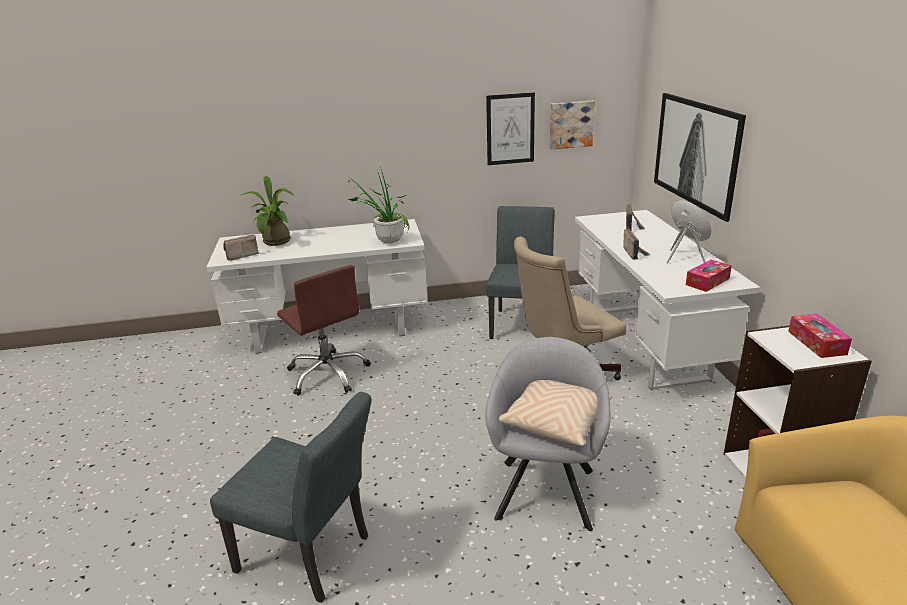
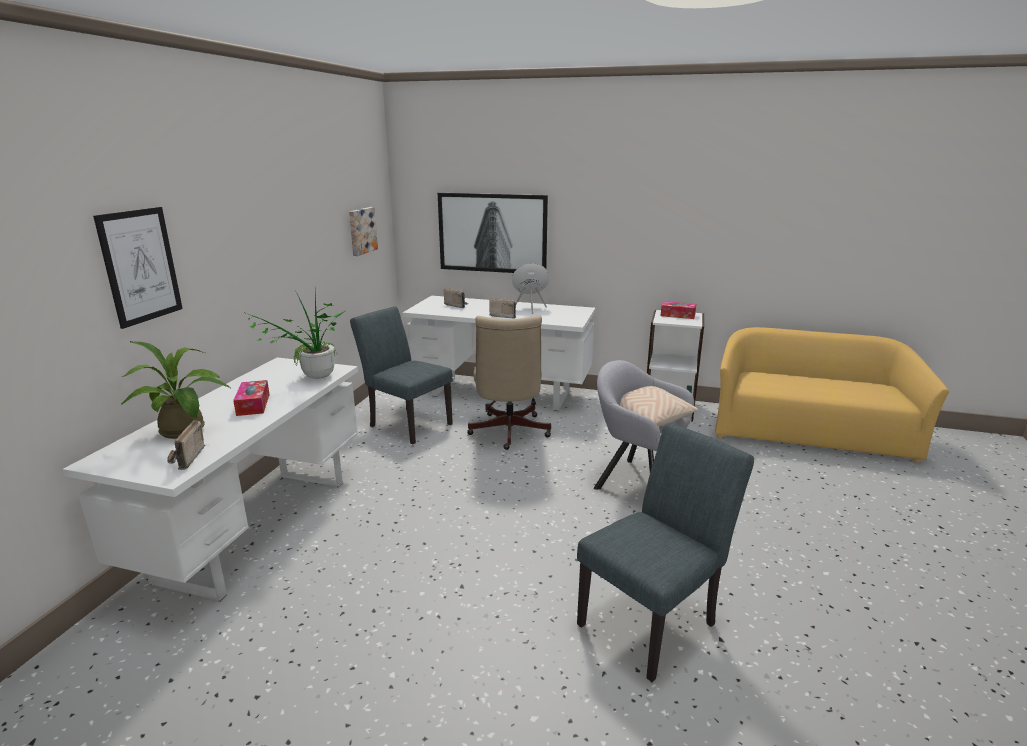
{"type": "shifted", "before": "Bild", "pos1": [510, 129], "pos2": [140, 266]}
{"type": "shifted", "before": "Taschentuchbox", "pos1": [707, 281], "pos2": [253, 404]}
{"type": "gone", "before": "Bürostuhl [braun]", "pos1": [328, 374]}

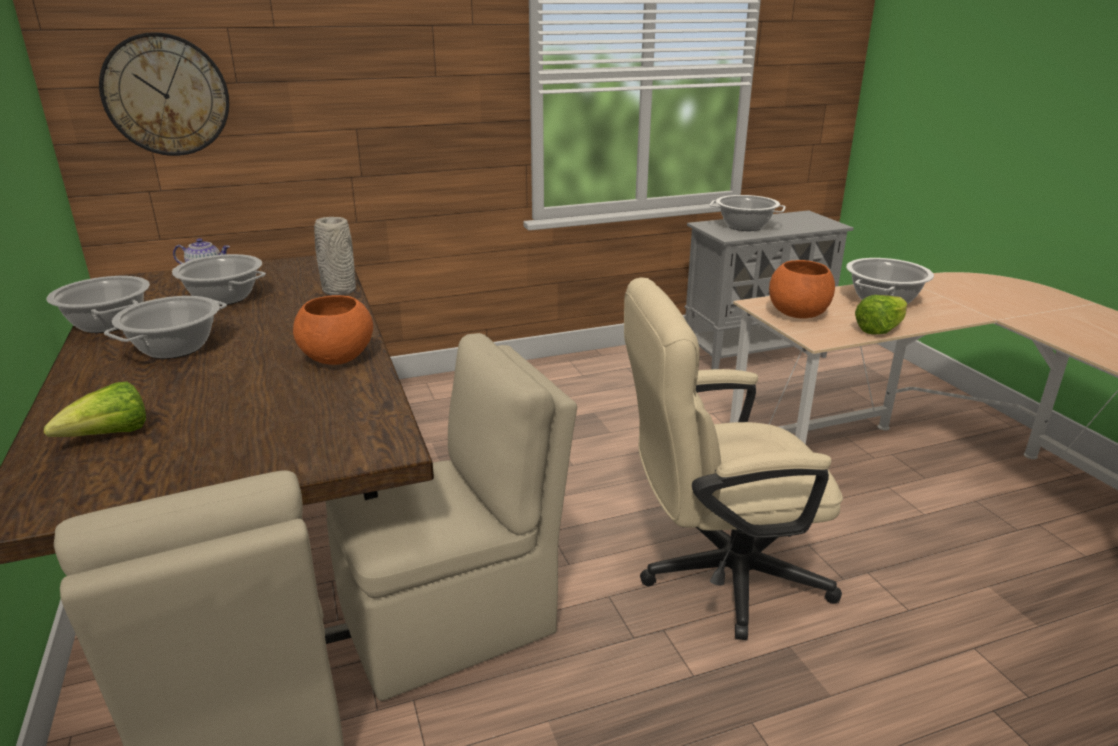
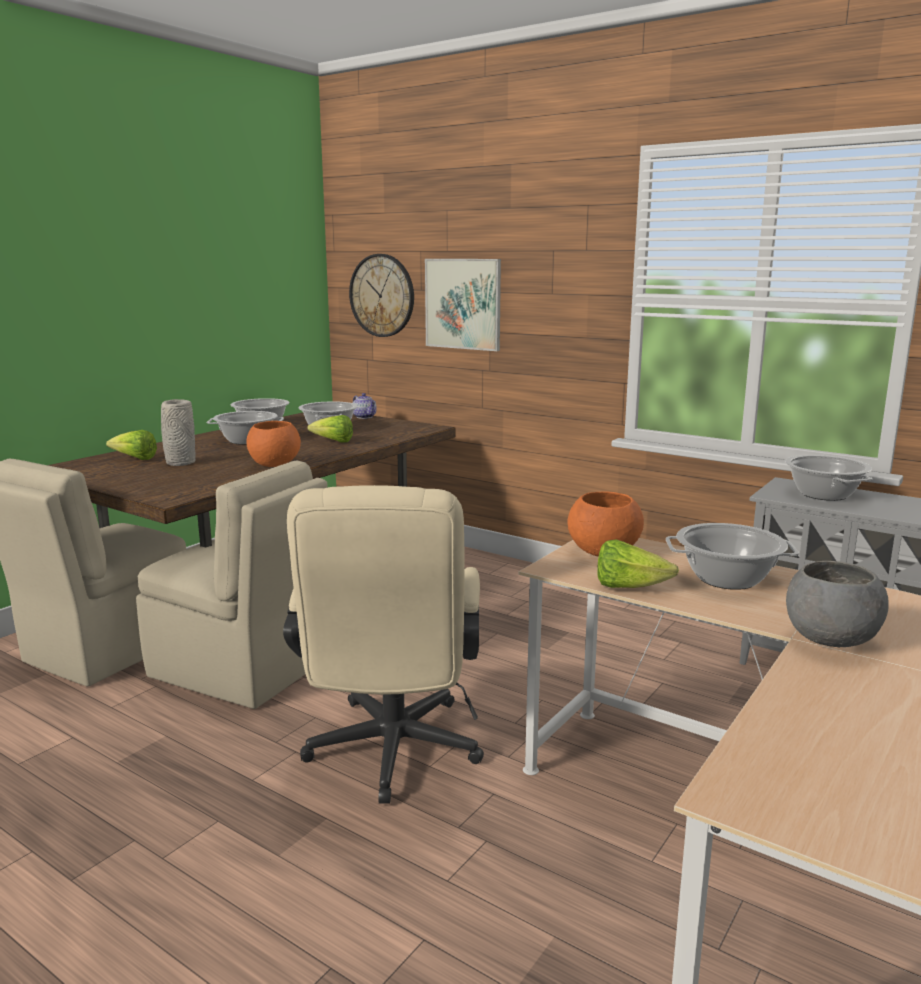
{"type": "shifted", "before": "Vase [grau]", "pos1": [339, 290], "pos2": [180, 463]}
{"type": "rotated", "before": "Bürostuhl [beige]", "pos1": [716, 574], "pos2": [391, 756], "turn": -135}
{"type": "new", "after": "Bild", "pos2": [463, 304]}
{"type": "new", "after": "Salatkopf", "pos2": [334, 442]}
{"type": "new", "after": "Schüssel [grau]", "pos2": [831, 641]}

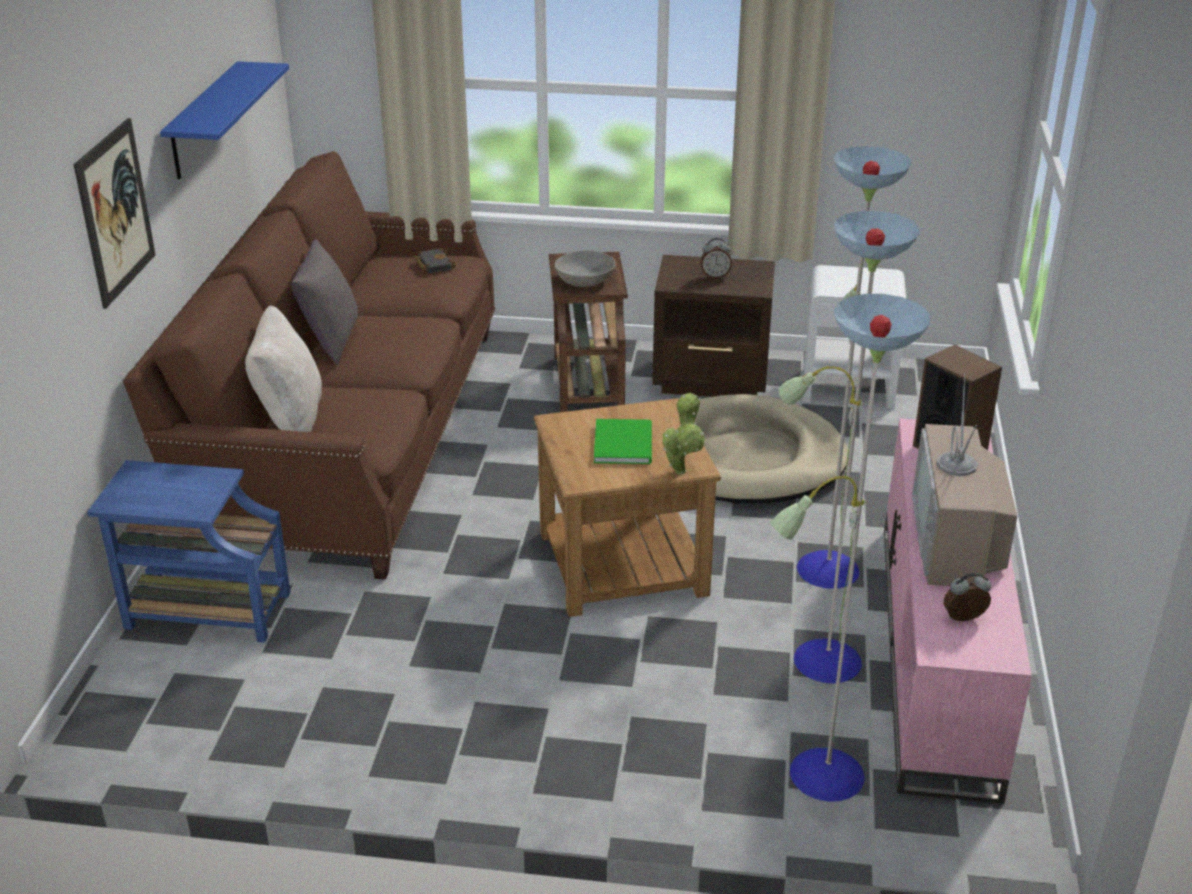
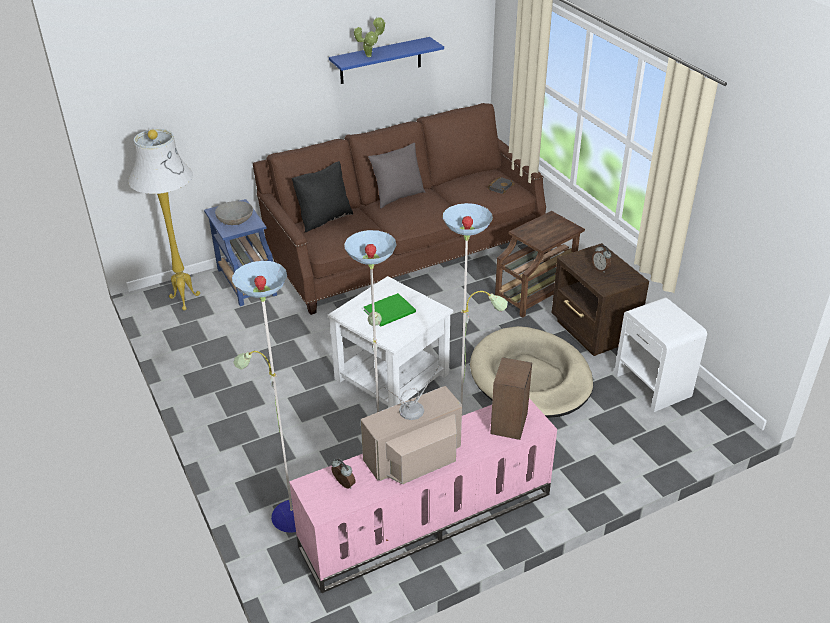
{"type": "gone", "before": "Bild", "pos1": [115, 212]}
{"type": "shifted", "before": "Schüssel [grau]", "pos1": [585, 280], "pos2": [235, 220]}
{"type": "repainted", "before": "Kissen [beige]", "after": "Kissen [schwarz]", "pos1": [290, 418], "pos2": [324, 219]}
{"type": "shifted", "before": "Topfpflanze", "pos1": [681, 469], "pos2": [371, 55]}
{"type": "repainted", "before": "Beistelltisch [braun]", "after": "Beistelltisch [weiß]", "pos1": [622, 563], "pos2": [392, 376]}
{"type": "new", "after": "Stehlampe [weiß]", "pos2": [185, 300]}

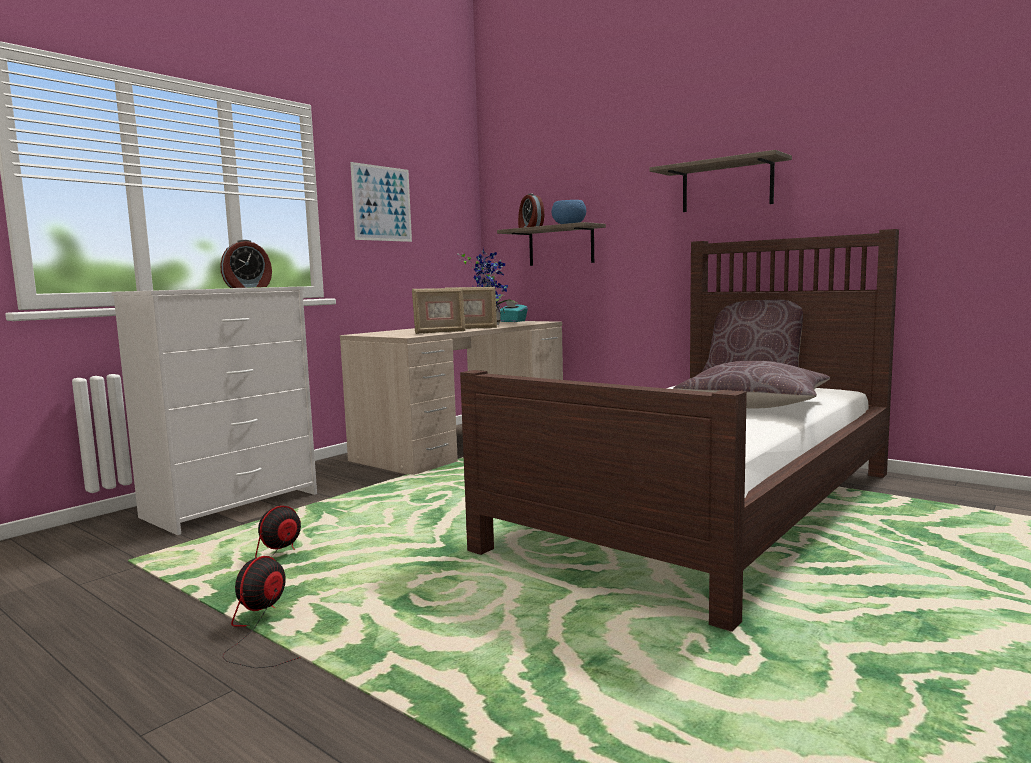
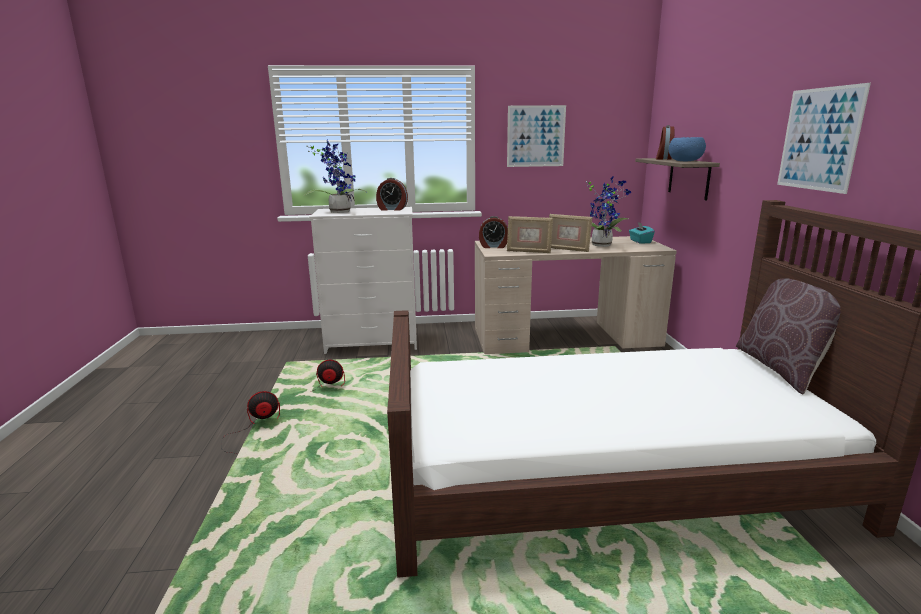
{"type": "swapped", "before": "Wandregal", "after": "Bild", "pos1": [727, 186], "pos2": [819, 139]}
{"type": "gone", "before": "Kissen [braun]", "pos1": [753, 405]}
{"type": "new", "after": "Topfpflanze", "pos2": [339, 211]}
{"type": "new", "after": "Wecker", "pos2": [493, 246]}

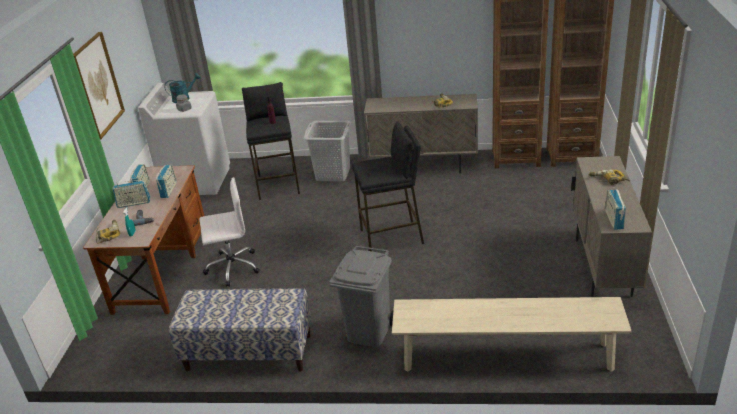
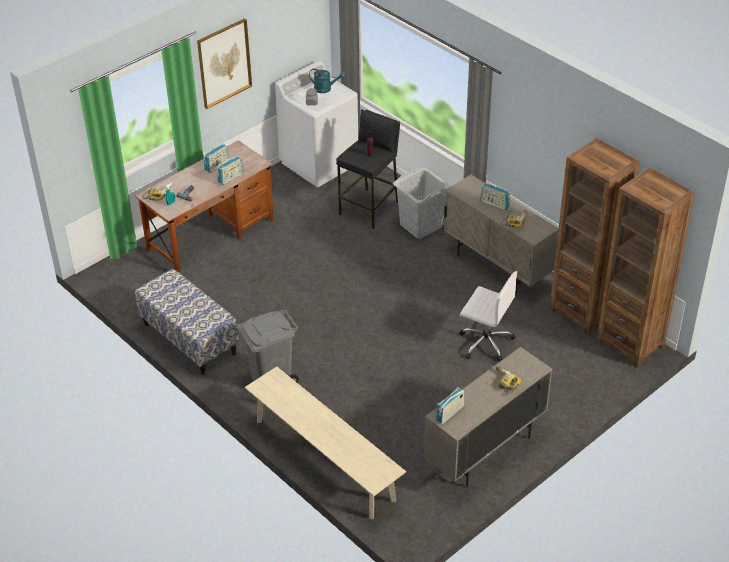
{"type": "gone", "before": "Hocker [schwarz]", "pos1": [392, 237]}
{"type": "shifted", "before": "Bürostuhl [weiß]", "pos1": [232, 267], "pos2": [485, 342]}
{"type": "shifted", "before": "Radio", "pos1": [134, 203], "pos2": [494, 204]}

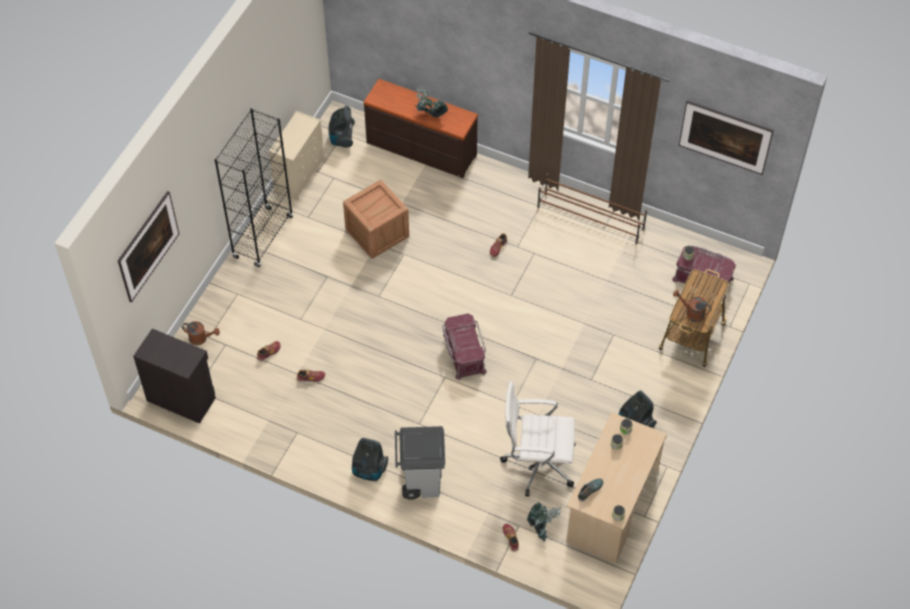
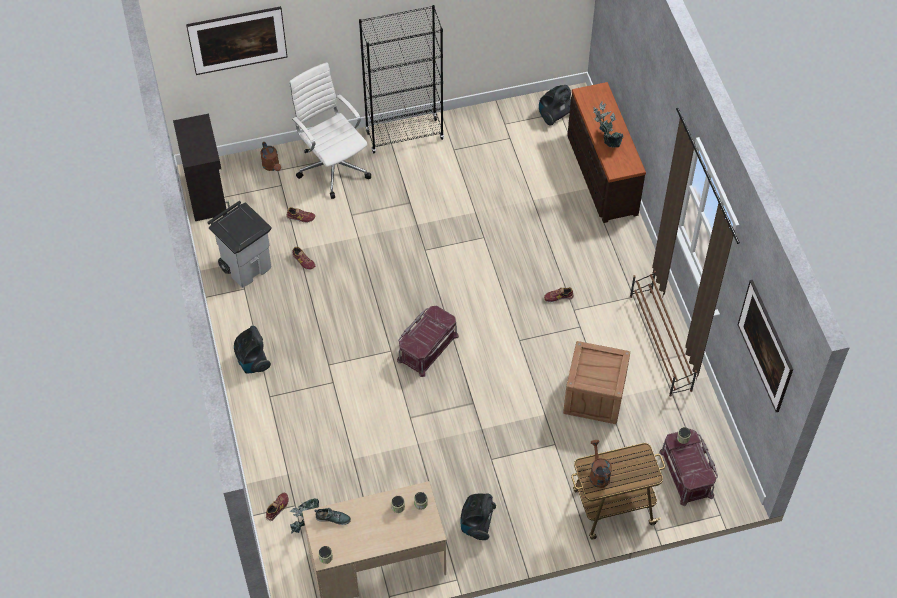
{"type": "gone", "before": "Kommode [beige]", "pos1": [300, 175]}
{"type": "shifted", "before": "Kiste", "pos1": [377, 233], "pos2": [594, 396]}
{"type": "shifted", "before": "Bürostuhl [weiß]", "pos1": [537, 462], "pos2": [333, 166]}
{"type": "shifted", "before": "Mülleimer [grau]", "pos1": [420, 480], "pos2": [246, 266]}

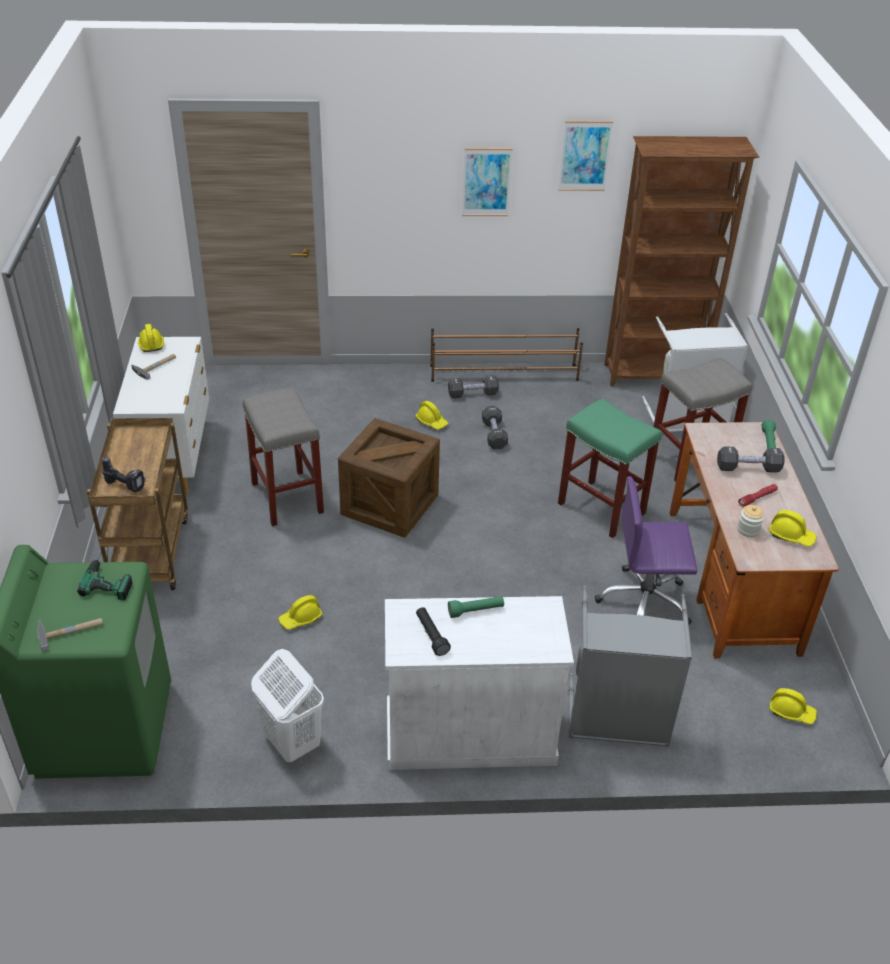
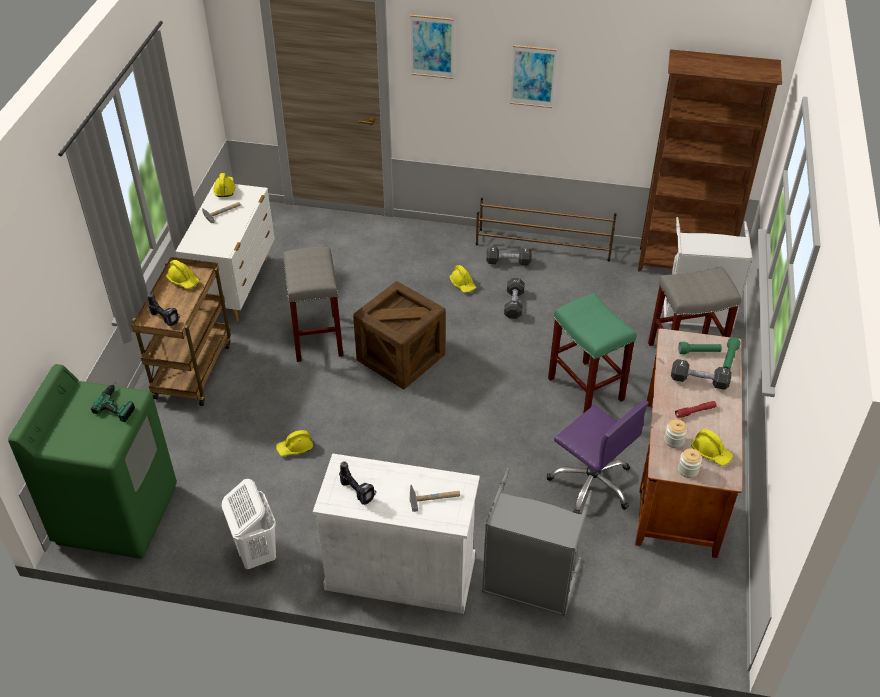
{"type": "shifted", "before": "Bild", "pos1": [585, 156], "pos2": [432, 46]}
{"type": "rotated", "before": "Bürostuhl [lila]", "pos1": [644, 602], "pos2": [591, 483], "turn": -150}
{"type": "shifted", "before": "Taschenlampe [grün]", "pos1": [476, 611], "pos2": [699, 352]}
{"type": "swapped", "before": "Taschenlampe [schwarz]", "after": "Bohrmaschine", "pos1": [431, 635], "pos2": [358, 492]}
{"type": "shifted", "before": "Hammer", "pos1": [70, 630], "pos2": [434, 497]}
{"type": "shifted", "before": "Schutzhelm [gelb]", "pos1": [791, 712], "pos2": [183, 280]}
{"type": "new", "after": "Vorratsglas", "pos2": [688, 470]}

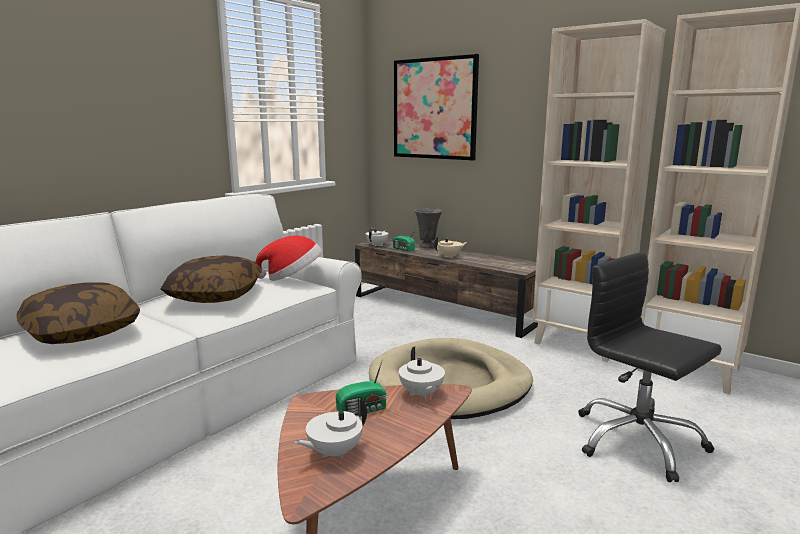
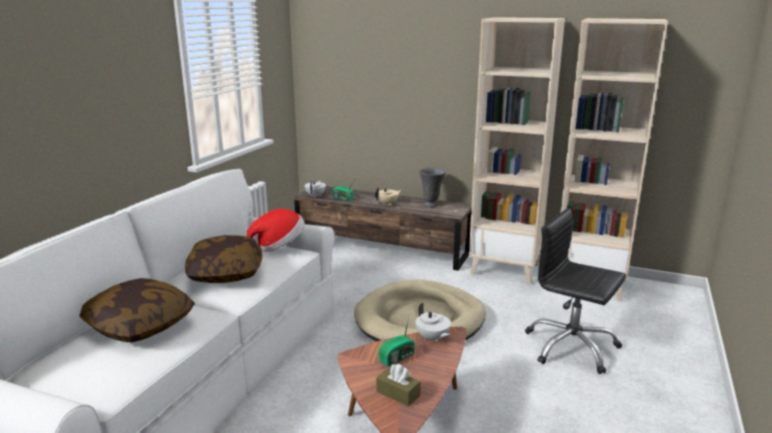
{"type": "gone", "before": "Bild", "pos1": [434, 109]}
{"type": "shifted", "before": "Vase [grau]", "pos1": [428, 246], "pos2": [431, 205]}
{"type": "swapped", "before": "Teekanne [weiß]", "after": "Taschentuchbox [braun]", "pos1": [333, 452], "pos2": [398, 393]}

